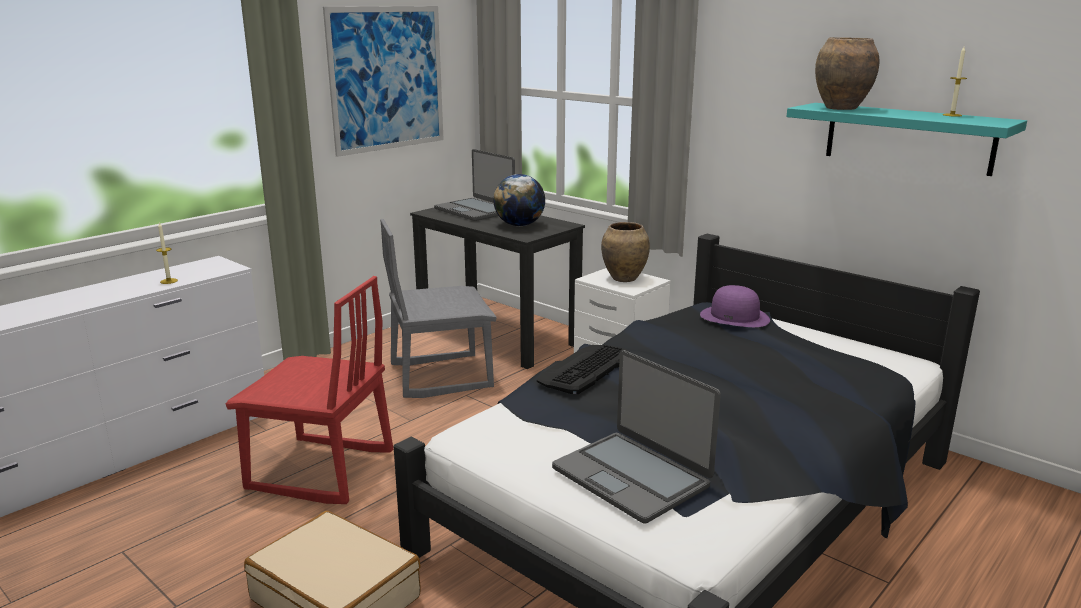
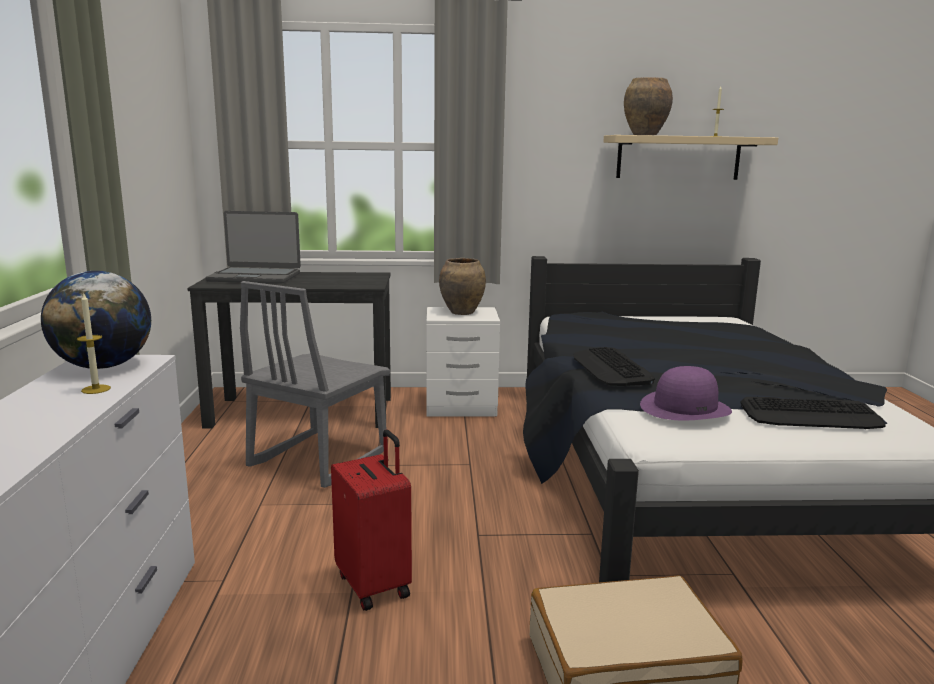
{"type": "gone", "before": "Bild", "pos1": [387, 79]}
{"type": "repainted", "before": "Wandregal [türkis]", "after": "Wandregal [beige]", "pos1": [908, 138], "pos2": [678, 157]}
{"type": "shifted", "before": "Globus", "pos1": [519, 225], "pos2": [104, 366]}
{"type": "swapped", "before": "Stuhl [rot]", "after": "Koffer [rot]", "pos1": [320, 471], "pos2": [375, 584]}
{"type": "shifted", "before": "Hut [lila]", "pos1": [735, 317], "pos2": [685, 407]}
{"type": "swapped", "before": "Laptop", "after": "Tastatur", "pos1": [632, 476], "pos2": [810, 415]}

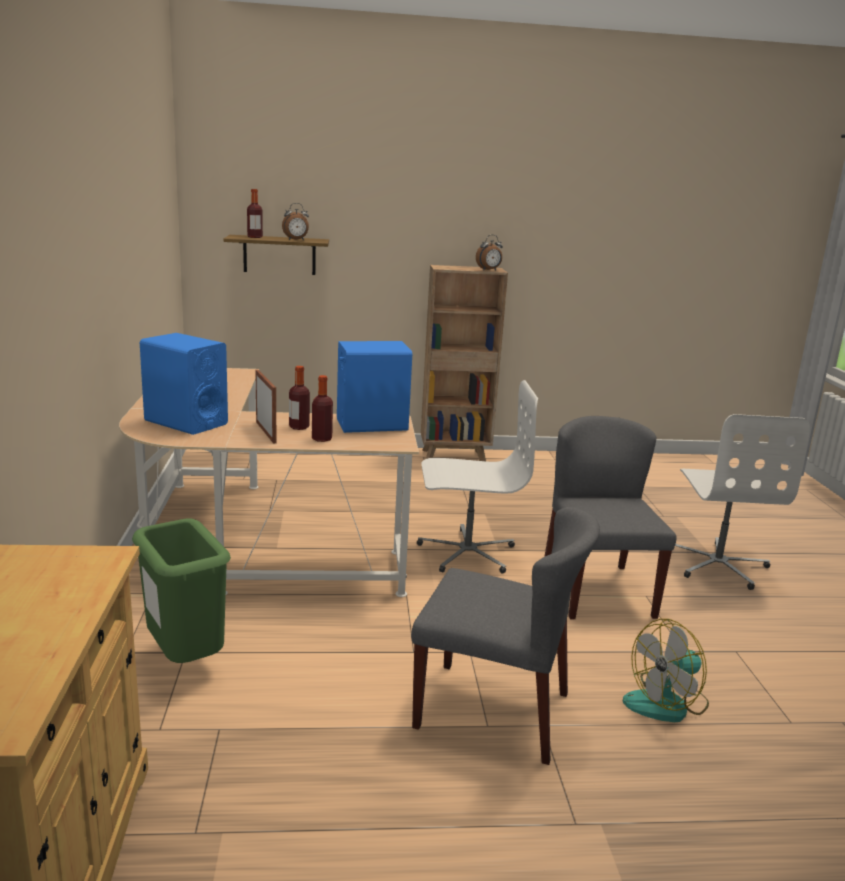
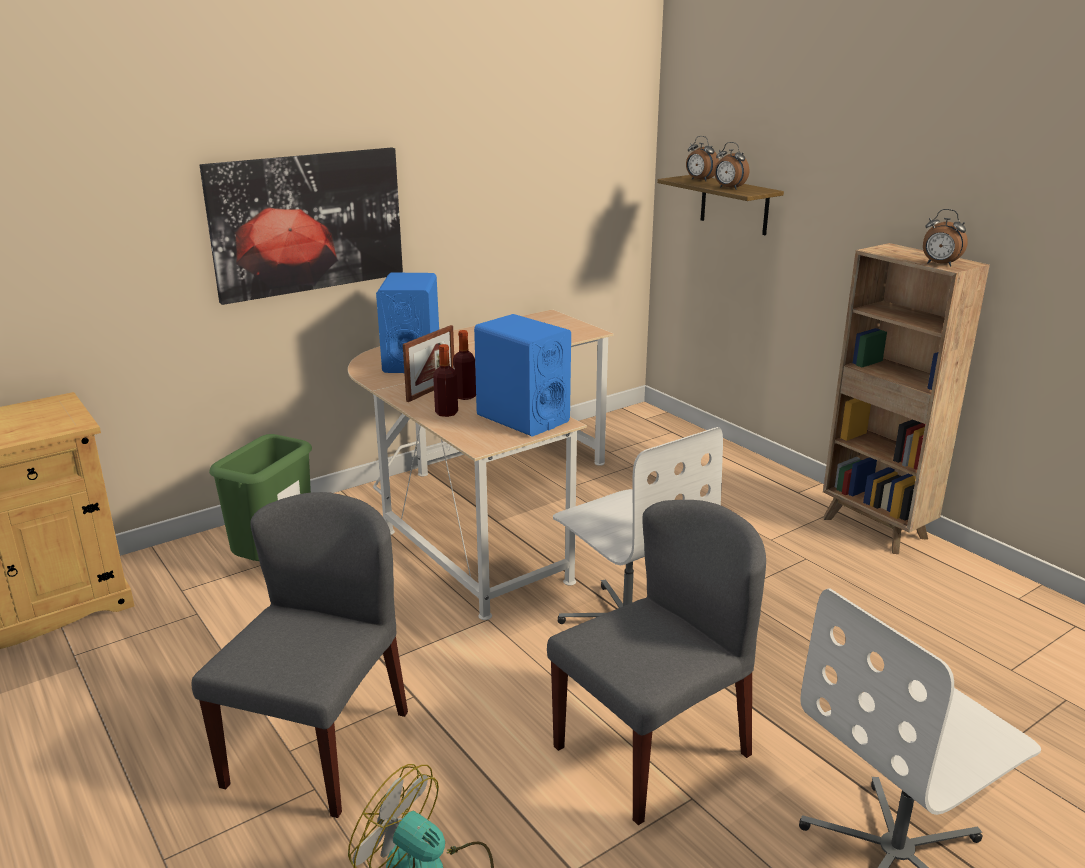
{"type": "swapped", "before": "Flasche", "after": "Wecker", "pos1": [255, 237], "pos2": [699, 180]}
{"type": "rotated", "before": "Stuhl [grau]", "pos1": [494, 710], "pos2": [318, 747], "turn": -150}
{"type": "new", "after": "Bild", "pos2": [307, 223]}

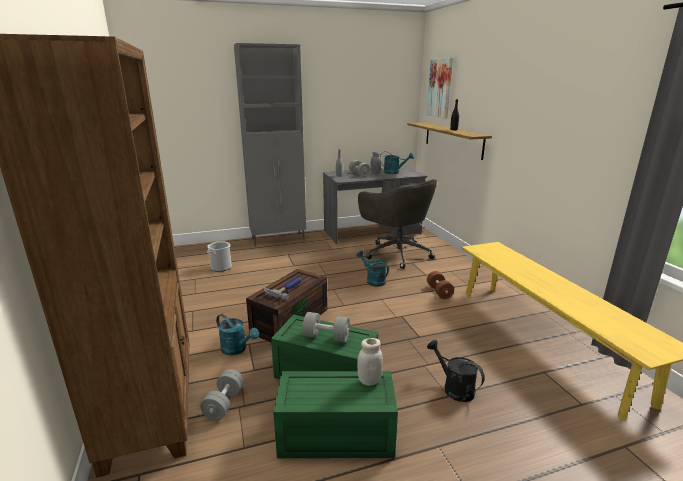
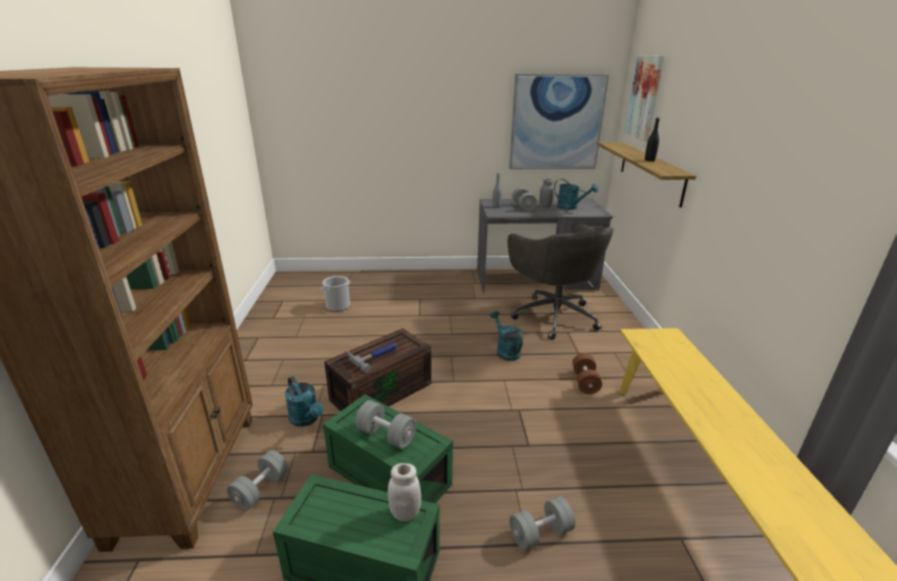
{"type": "gone", "before": "Schrank [grau]", "pos1": [279, 239]}
{"type": "swapped", "before": "Gießkanne [schwarz]", "after": "Hantel [grau]", "pos1": [453, 388], "pos2": [540, 533]}
{"type": "new", "after": "Bild", "pos2": [556, 123]}

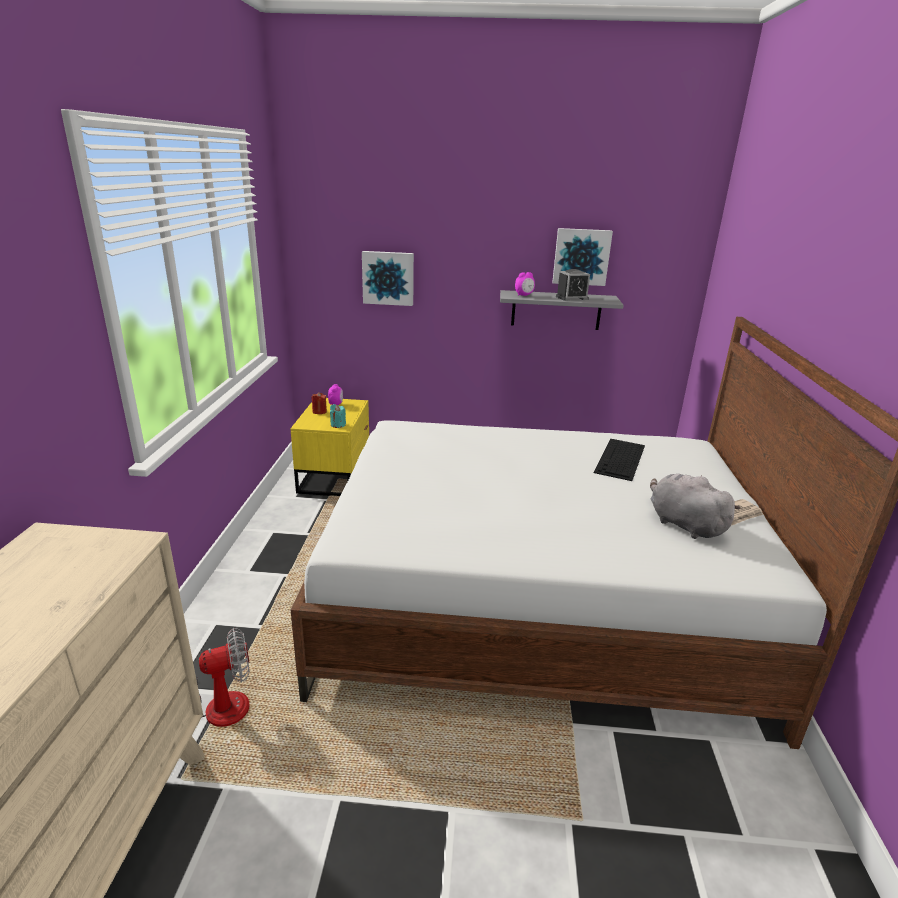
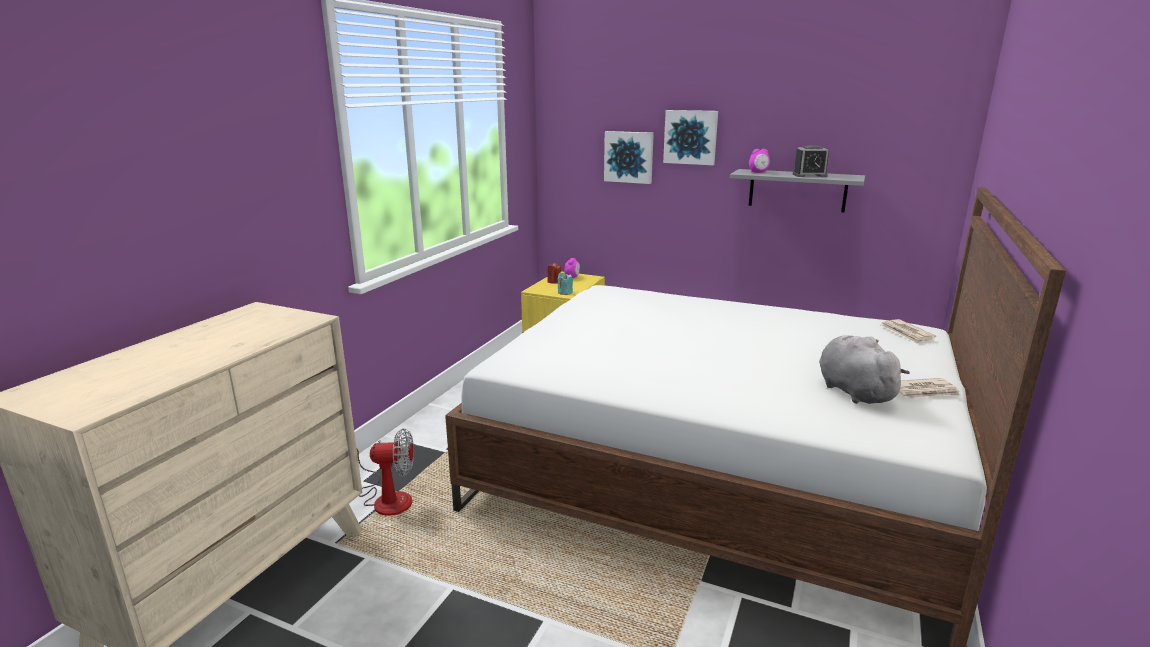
{"type": "shifted", "before": "Bild", "pos1": [581, 256], "pos2": [690, 137]}
{"type": "gone", "before": "Tastatur", "pos1": [620, 459]}
{"type": "new", "after": "Zeitung", "pos2": [906, 333]}

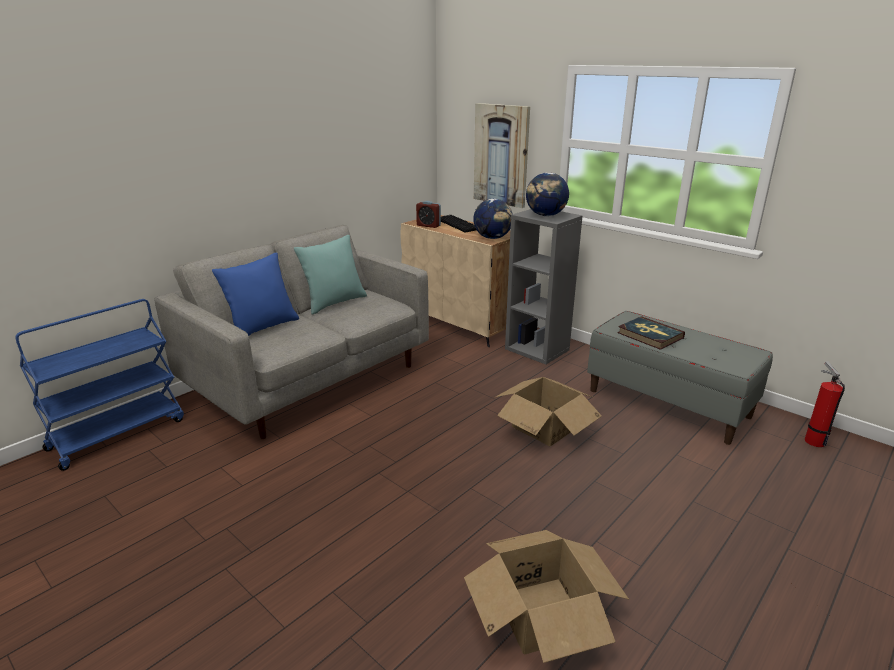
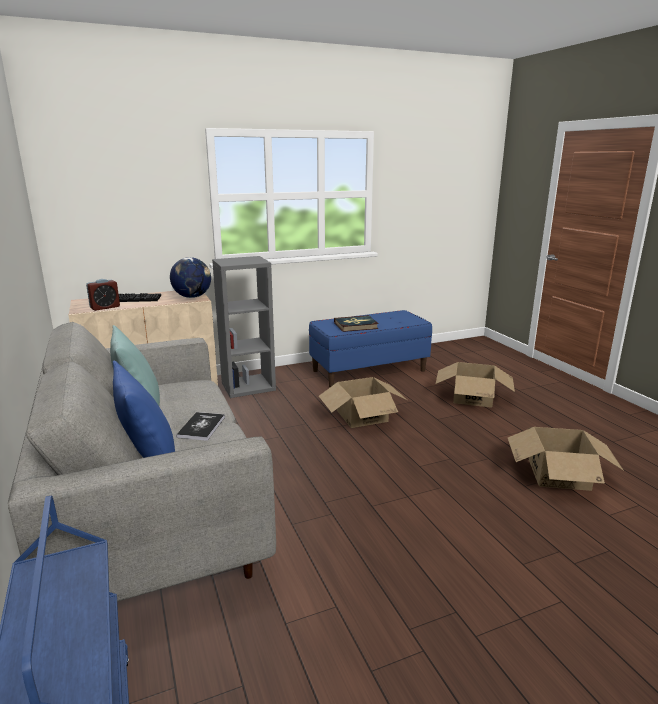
{"type": "gone", "before": "Bild", "pos1": [501, 155]}
{"type": "gone", "before": "Globus", "pos1": [545, 215]}
{"type": "repainted", "before": "Bank [grau]", "after": "Bank [blau]", "pos1": [668, 403], "pos2": [369, 370]}
{"type": "gone", "before": "Feuerlöscher", "pos1": [813, 440]}
{"type": "new", "after": "Karton", "pos2": [473, 397]}
{"type": "new", "after": "Buch", "pos2": [201, 427]}

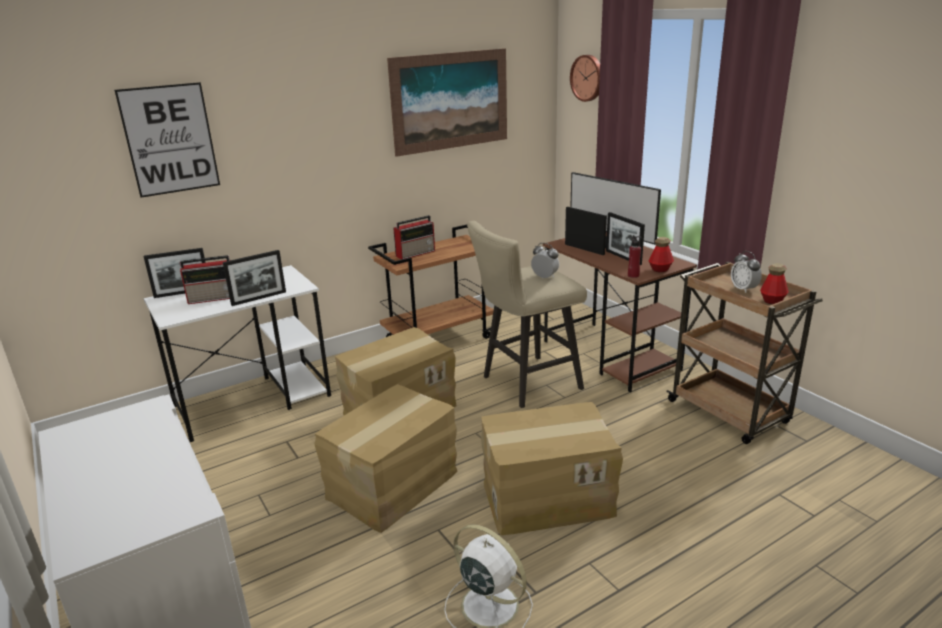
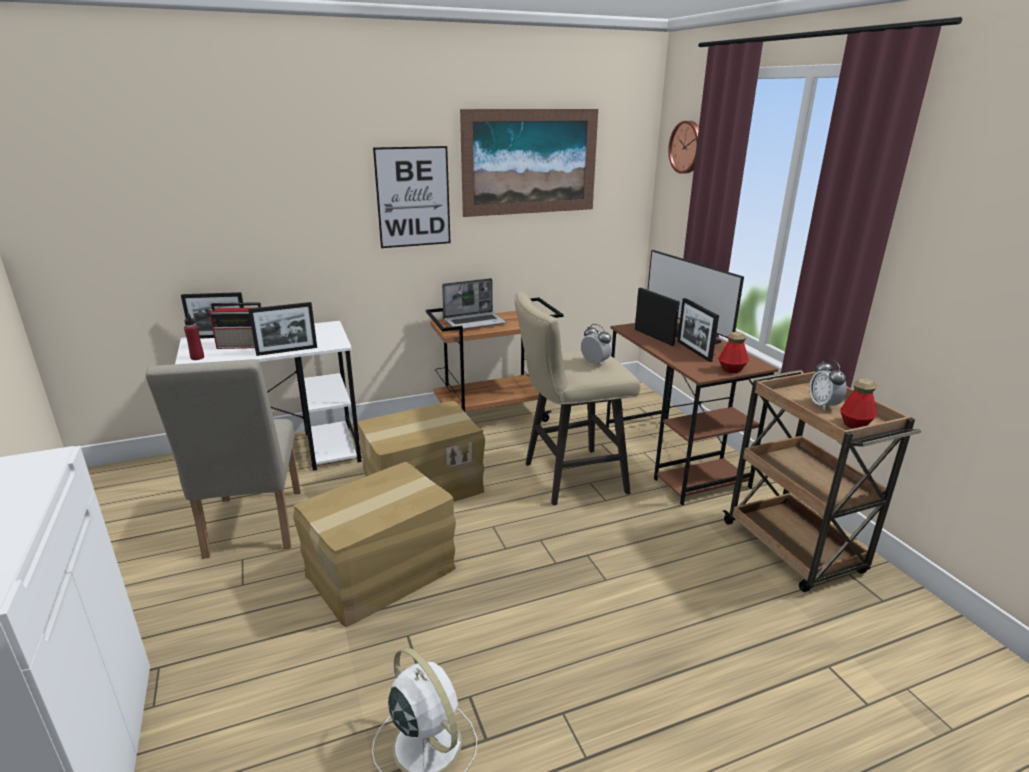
{"type": "shifted", "before": "Bild", "pos1": [170, 139], "pos2": [413, 197]}
{"type": "swapped", "before": "Radio", "after": "Laptop", "pos1": [416, 253], "pos2": [475, 322]}
{"type": "shifted", "before": "Flasche [rot]", "pos1": [633, 275], "pos2": [197, 357]}
{"type": "gone", "before": "Karton", "pos1": [547, 497]}
{"type": "new", "after": "Stuhl [beige]", "pos2": [252, 528]}

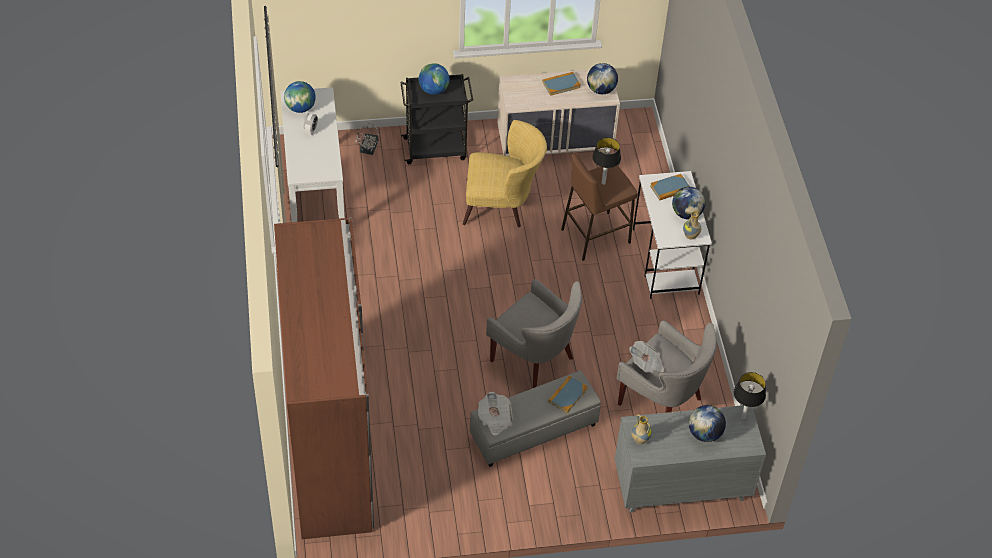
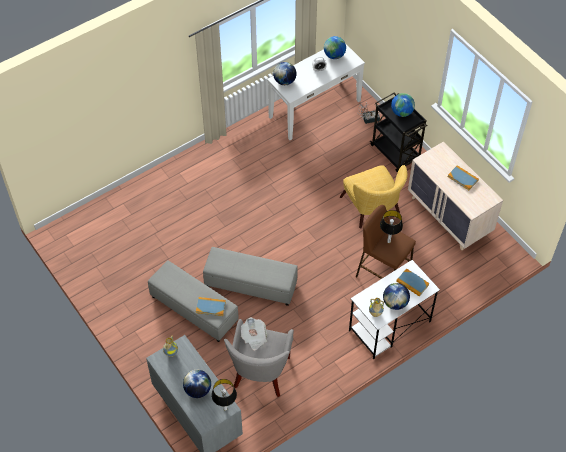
{"type": "shifted", "before": "Globus", "pos1": [601, 90], "pos2": [284, 81]}
{"type": "gone", "before": "Kleiderschrank [braun]", "pos1": [330, 445]}
{"type": "swapped", "before": "Sessel [grau]", "after": "Polsterhocker [grau]", "pos1": [533, 361], "pos2": [250, 285]}
{"type": "gone", "before": "Zeitung", "pos1": [495, 419]}

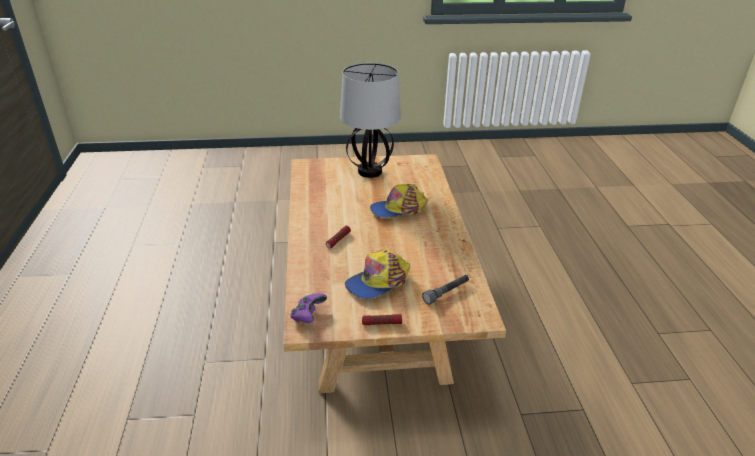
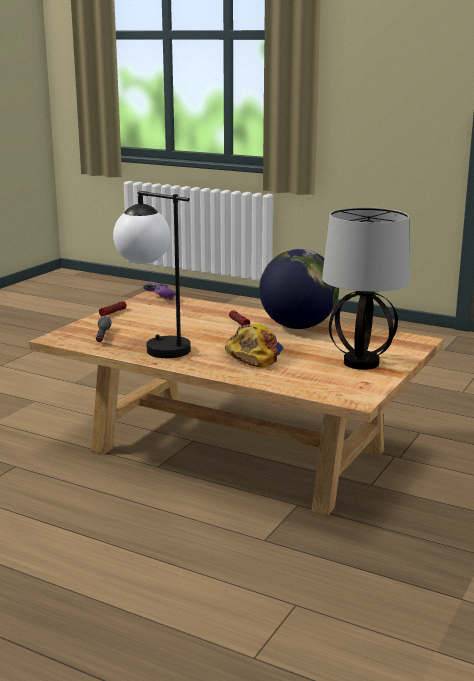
{"type": "gone", "before": "Kappe", "pos1": [378, 281]}
{"type": "new", "after": "Tischlampe", "pos2": [154, 347]}
{"type": "new", "after": "Globus", "pos2": [298, 326]}

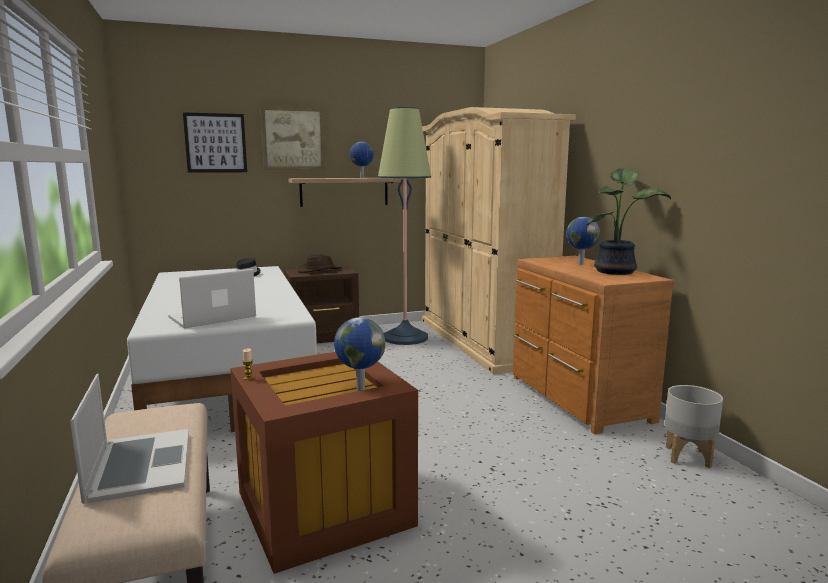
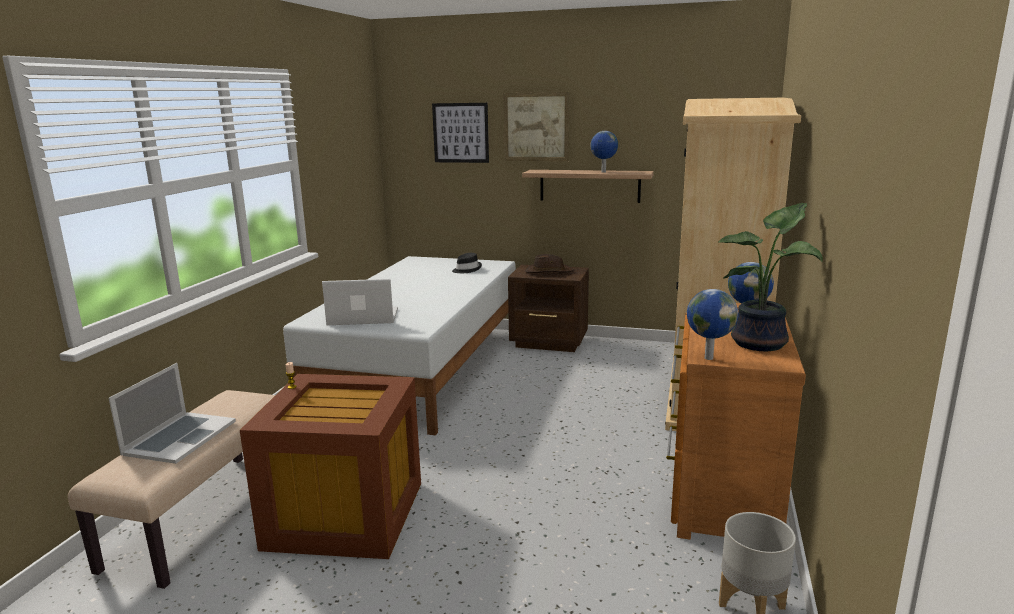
{"type": "gone", "before": "Stehlampe", "pos1": [405, 337]}
{"type": "shifted", "before": "Globus", "pos1": [359, 389], "pos2": [708, 358]}

